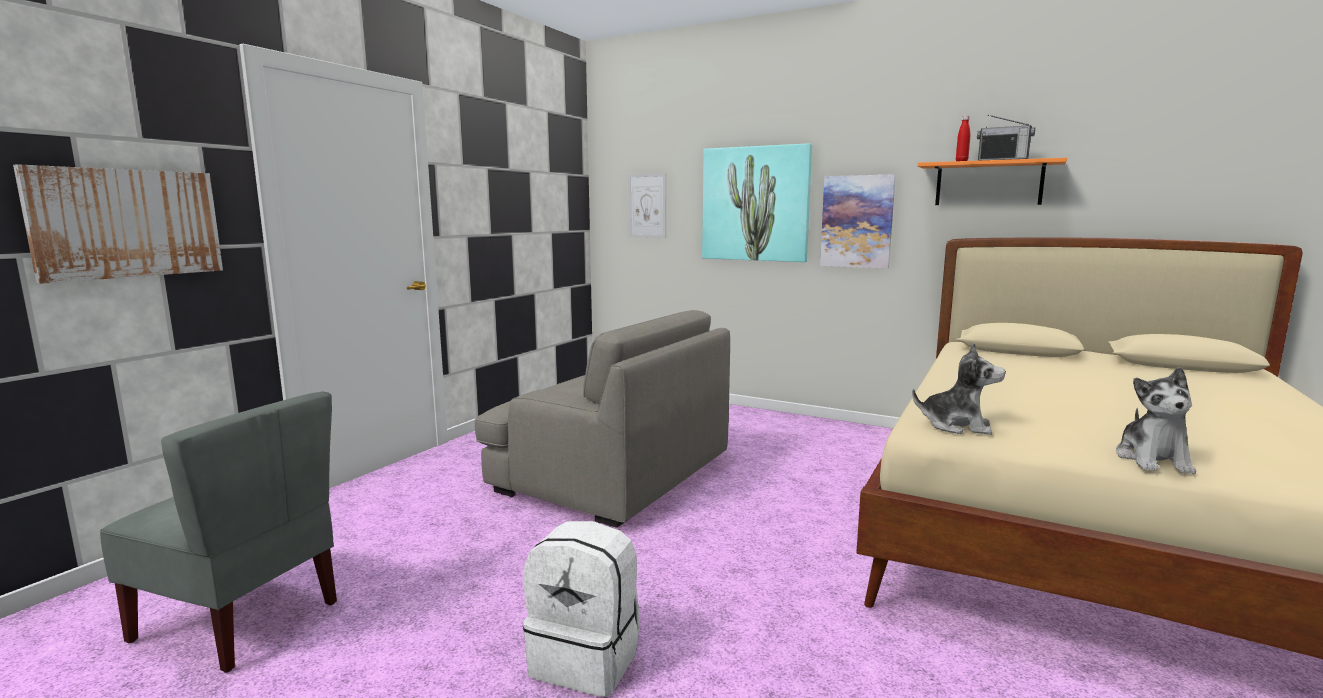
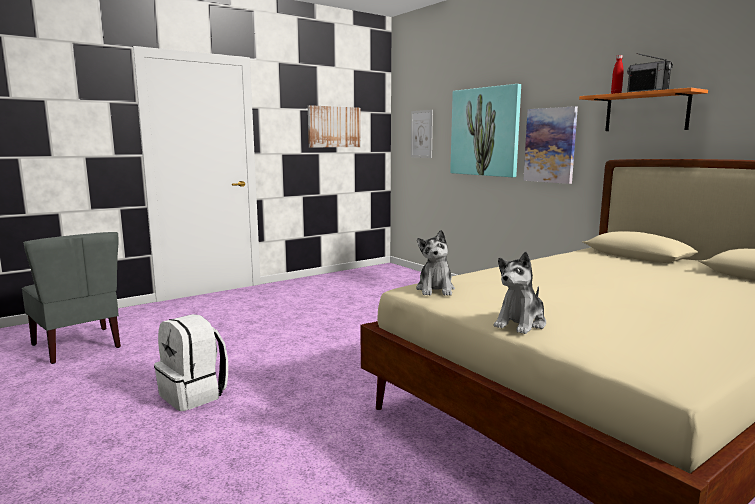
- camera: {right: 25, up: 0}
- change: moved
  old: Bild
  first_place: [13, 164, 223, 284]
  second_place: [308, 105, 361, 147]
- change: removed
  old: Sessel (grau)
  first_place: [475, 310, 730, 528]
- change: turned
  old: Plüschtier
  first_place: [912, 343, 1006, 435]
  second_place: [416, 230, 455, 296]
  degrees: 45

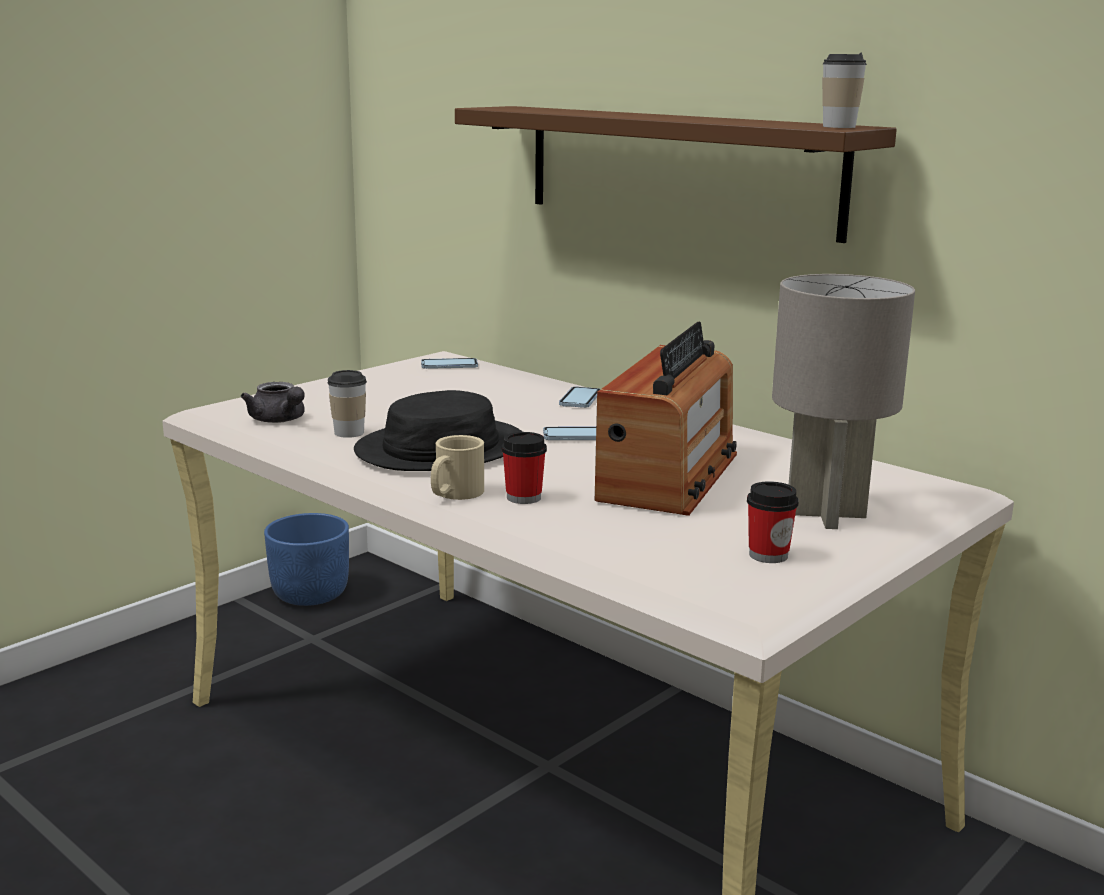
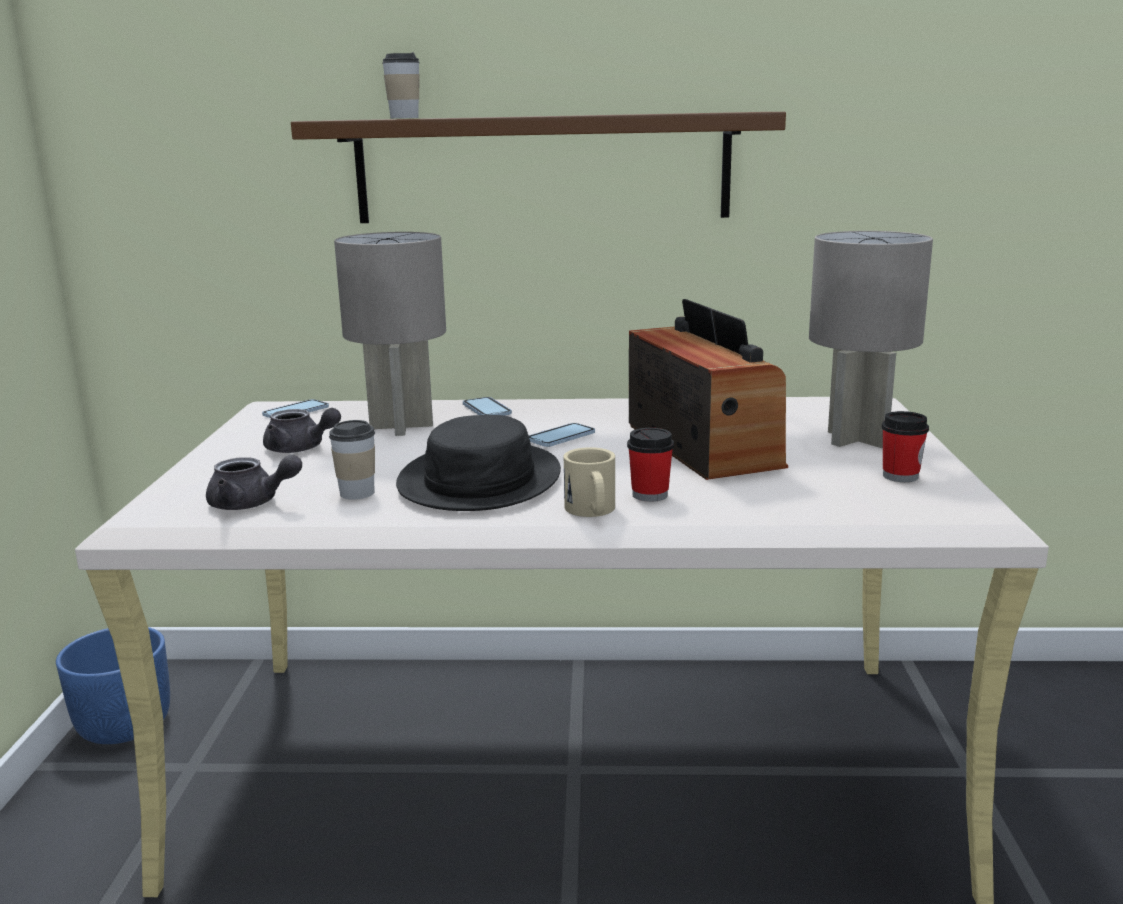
- camera: {right: -40, up: 0}
- change: moved
  old: Tasse
  first_place: [822, 52, 867, 128]
  second_place: [382, 52, 420, 118]
- change: added
  new: Teekanne (grau)
  second_place: [263, 408, 341, 453]
- change: added
  new: Tischlampe (grau)
  second_place: [334, 232, 446, 436]

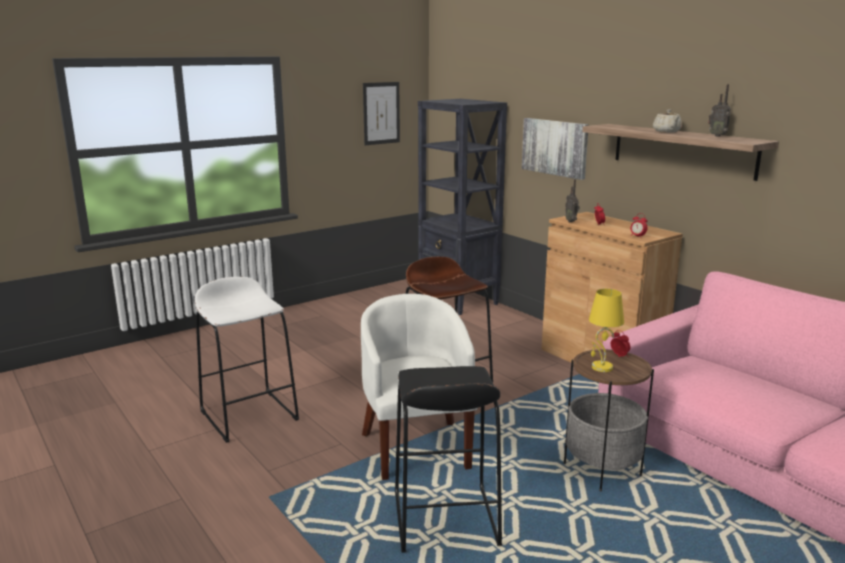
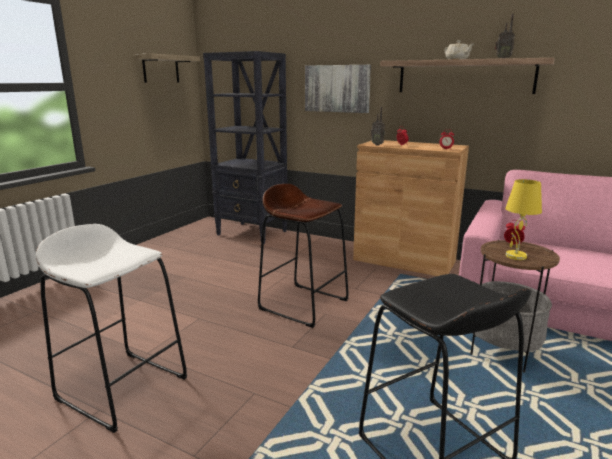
- camera: {right: -25, up: 0}
- change: removed
  old: Sessel (weiß)
  first_place: [361, 294, 478, 480]
- change: replaced
  old: Bild
  new: Wandregal
  first_place: [363, 82, 400, 145]
  second_place: [134, 54, 200, 83]

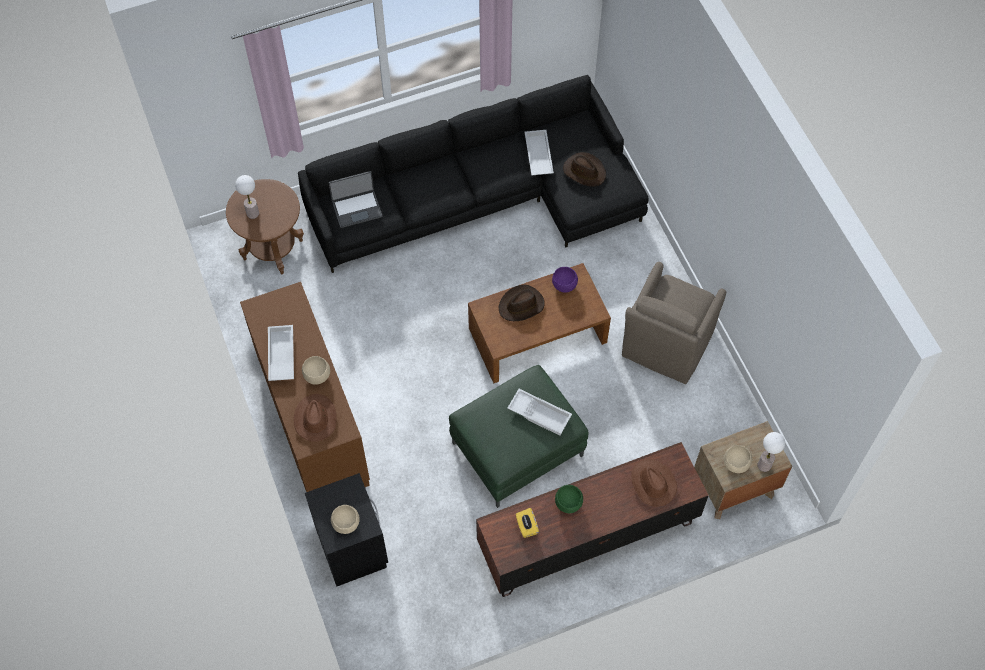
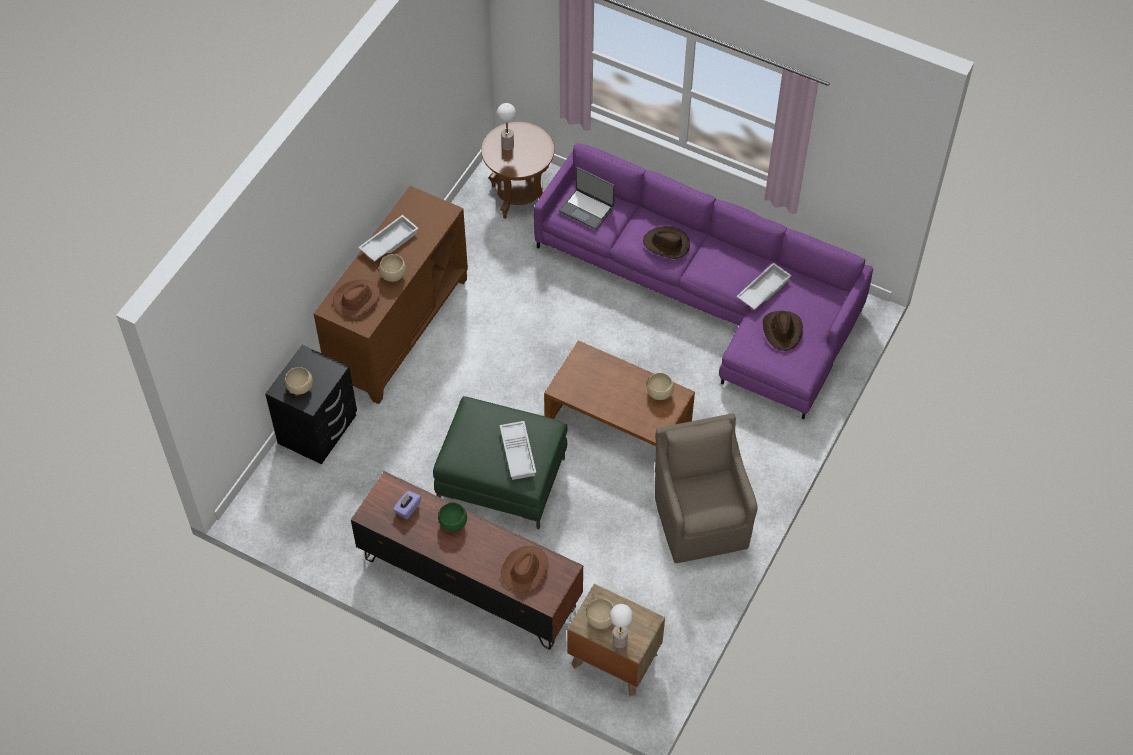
- camera: {right: 50, up: -5}
- change: recoloured
  old: Sofa (schwarz)
  new: Sofa (lila)
  first_place: [298, 75, 649, 273]
  second_place: [534, 143, 873, 420]
- change: moved
  old: Hut (braun)
  first_place: [499, 285, 545, 321]
  second_place: [643, 226, 690, 259]
- change: recoloured
  old: Taschentuchbox (gelb)
  new: Taschentuchbox (lila)
  first_place: [516, 508, 539, 538]
  second_place: [393, 491, 421, 519]
- change: recoloured
  old: Schüssel (lila)
  new: Schüssel (beige)
  first_place: [552, 267, 578, 293]
  second_place: [647, 373, 674, 400]
- change: turned
  old: Sessel (braun)
  first_place: [622, 262, 726, 384]
  second_place: [655, 413, 758, 563]
  degrees: 90

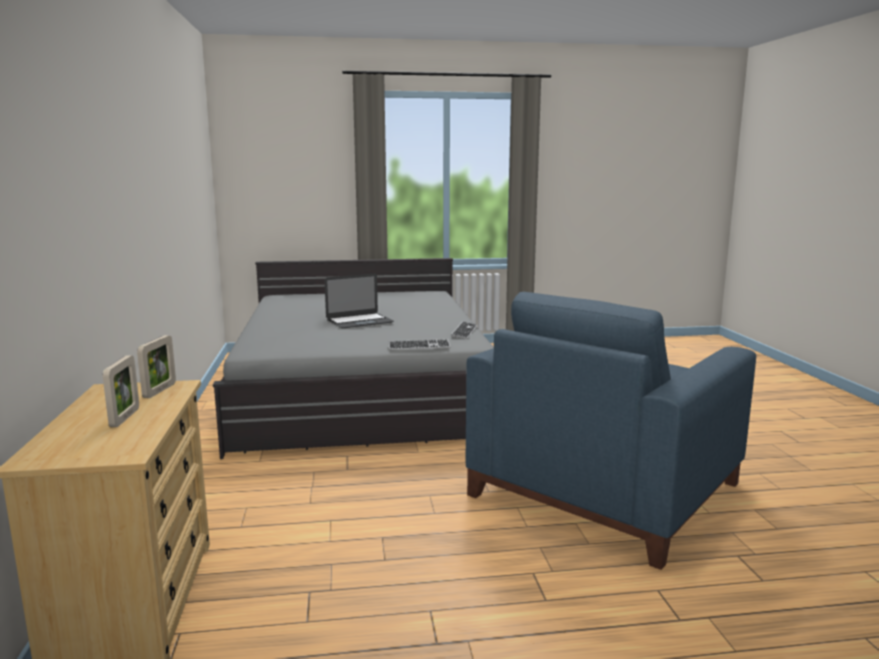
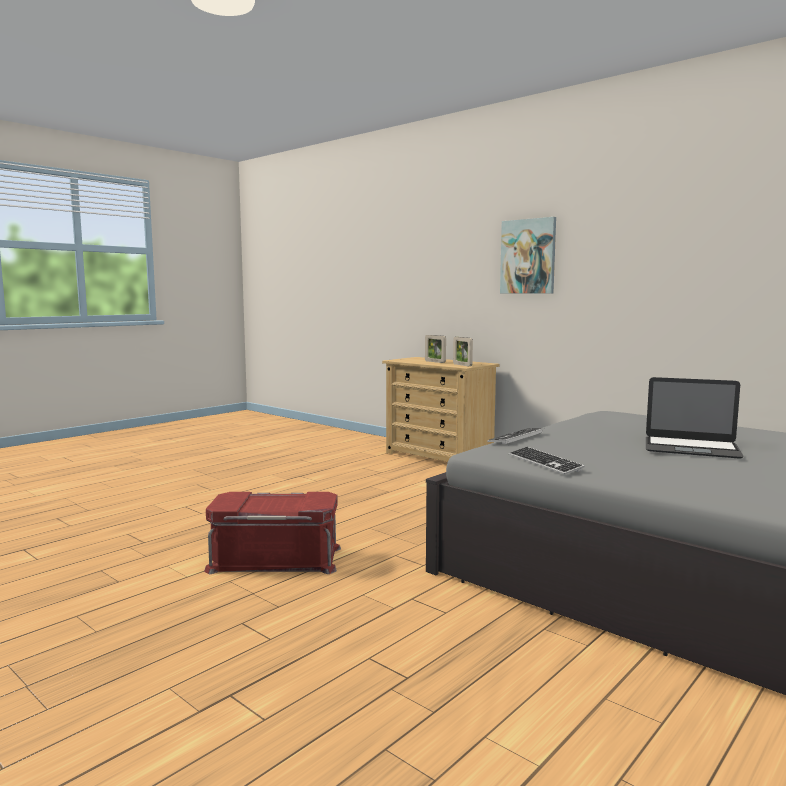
- camera: {right: 140, up: -5}
- change: turned
  old: Laptop
  first_place: [325, 274, 394, 328]
  second_place: [646, 377, 744, 458]
  degrees: -90
- change: replaced
  old: Sessel (blau)
  new: Aufbewahrungsbox (rot)
  first_place: [466, 292, 756, 570]
  second_place: [204, 492, 341, 574]
- change: added
  new: Bild
  second_place: [500, 217, 556, 293]

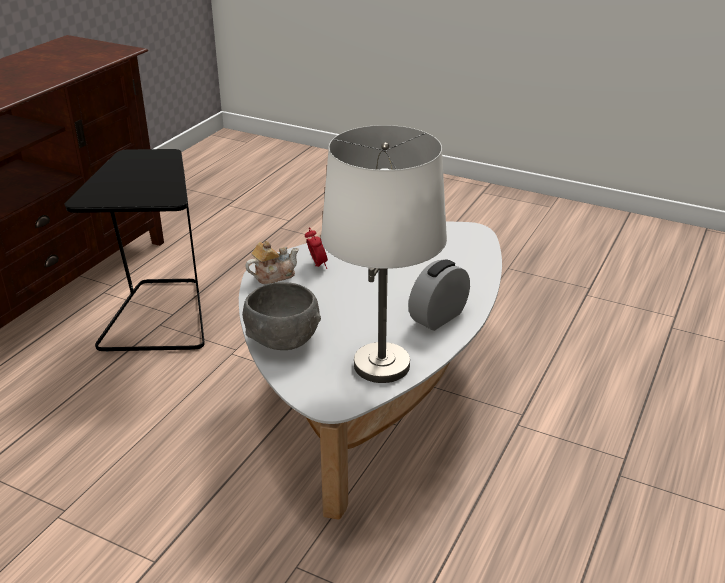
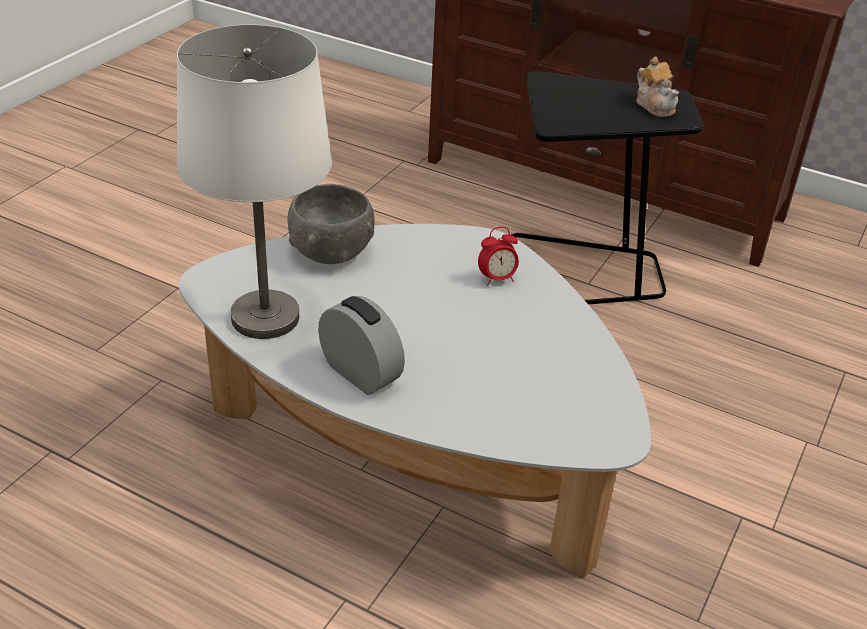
- camera: {right: 90, up: 5}
- change: moved
  old: Teekanne
  first_place: [245, 241, 299, 284]
  second_place: [636, 56, 679, 117]

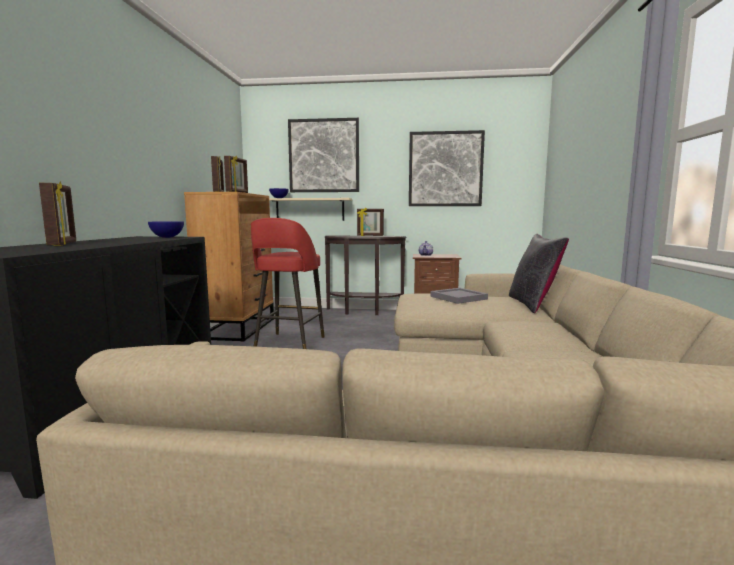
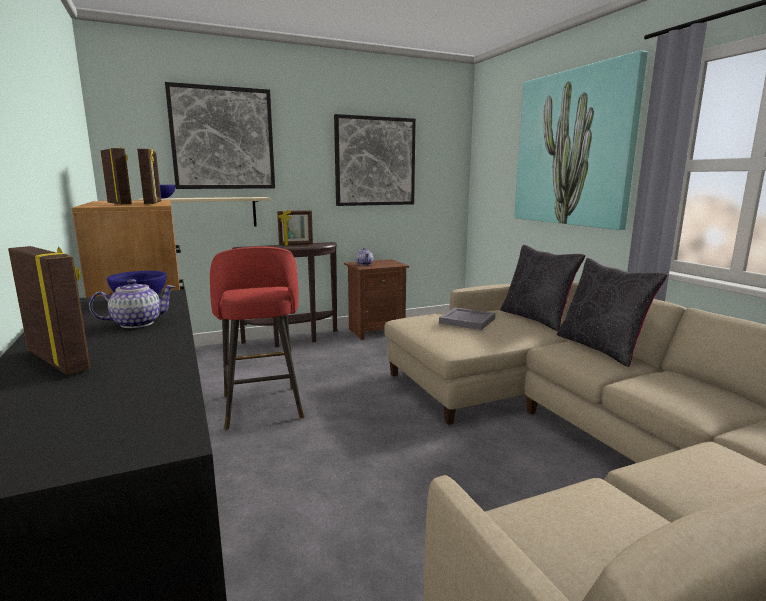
- camera: {right: -30, up: 5}
- change: added
  new: Teekanne
  second_place: [89, 279, 175, 328]
- change: added
  new: Bild
  second_place: [514, 50, 648, 230]
- change: added
  new: Kissen (schwarz)
  second_place: [557, 258, 668, 367]

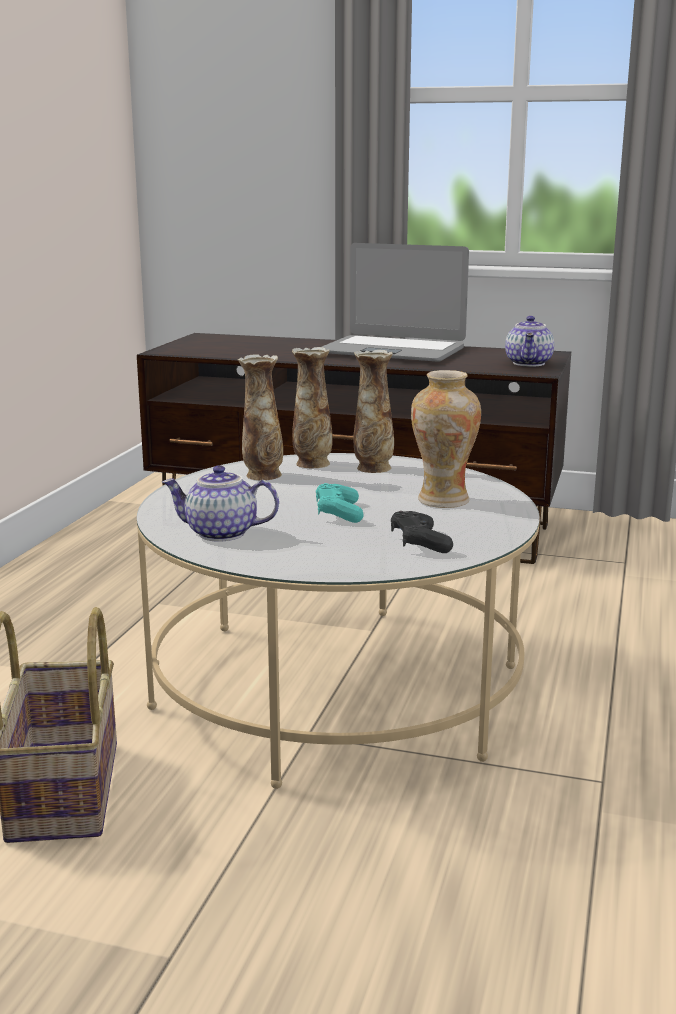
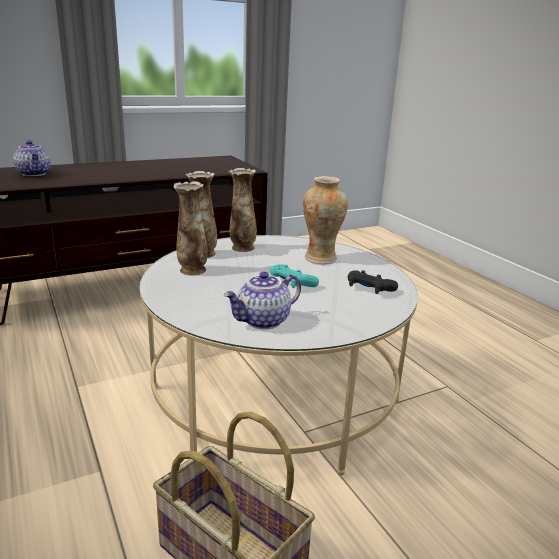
- camera: {right: -45, up: 5}
- change: removed
  old: Laptop
  first_place: [322, 243, 469, 362]
- change: moved
  old: Teekanne
  first_place: [505, 316, 554, 367]
  second_place: [13, 140, 51, 176]

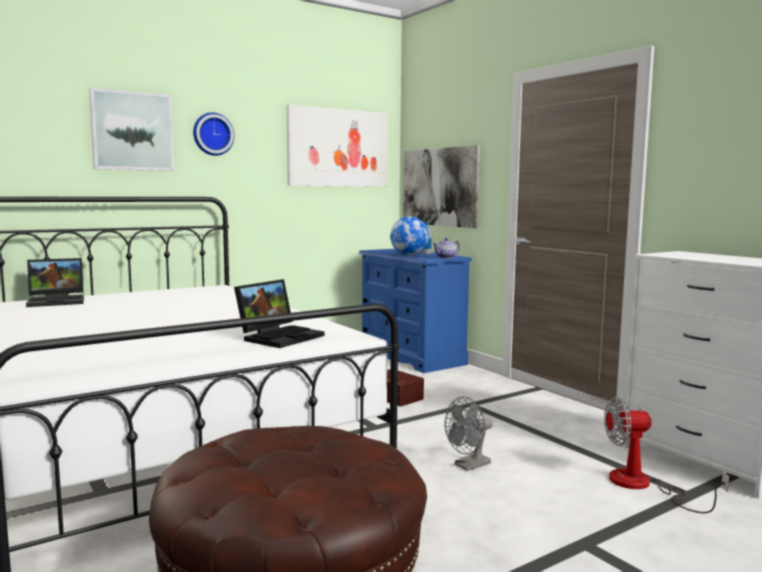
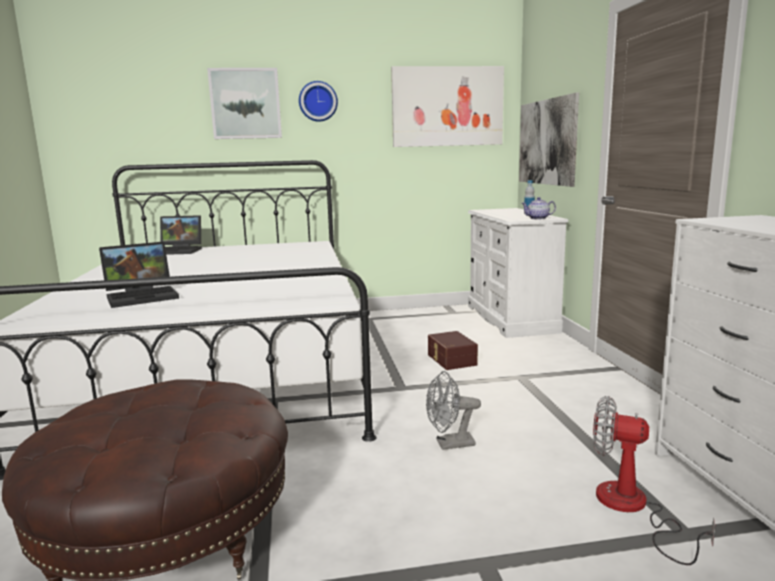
- camera: {right: 25, up: 5}
- change: moved
  old: Laptop
  first_place: [234, 279, 324, 348]
  second_place: [99, 242, 179, 308]
- change: recoloured
  old: Kommode (blau)
  new: Kommode (weiß)
  first_place: [358, 249, 472, 373]
  second_place: [468, 208, 568, 338]
- change: removed
  old: Globus
  first_place: [390, 216, 429, 256]

